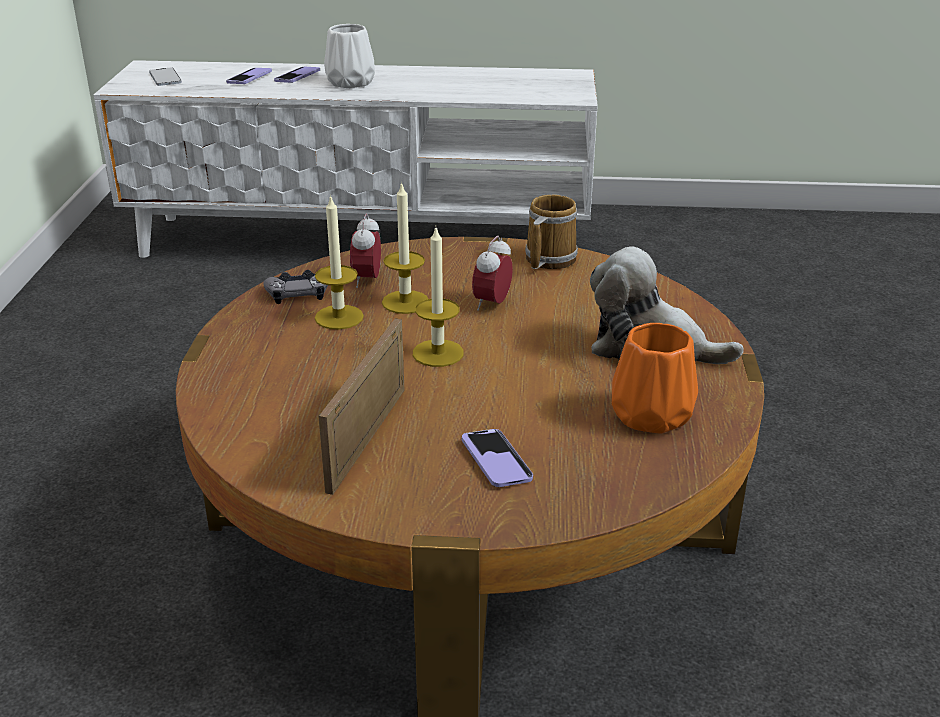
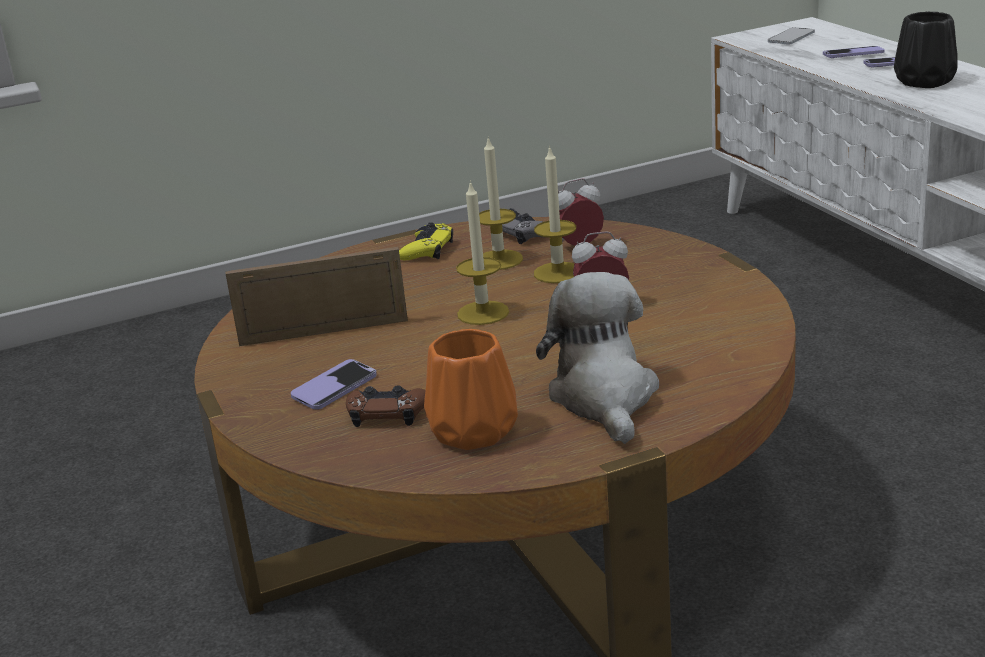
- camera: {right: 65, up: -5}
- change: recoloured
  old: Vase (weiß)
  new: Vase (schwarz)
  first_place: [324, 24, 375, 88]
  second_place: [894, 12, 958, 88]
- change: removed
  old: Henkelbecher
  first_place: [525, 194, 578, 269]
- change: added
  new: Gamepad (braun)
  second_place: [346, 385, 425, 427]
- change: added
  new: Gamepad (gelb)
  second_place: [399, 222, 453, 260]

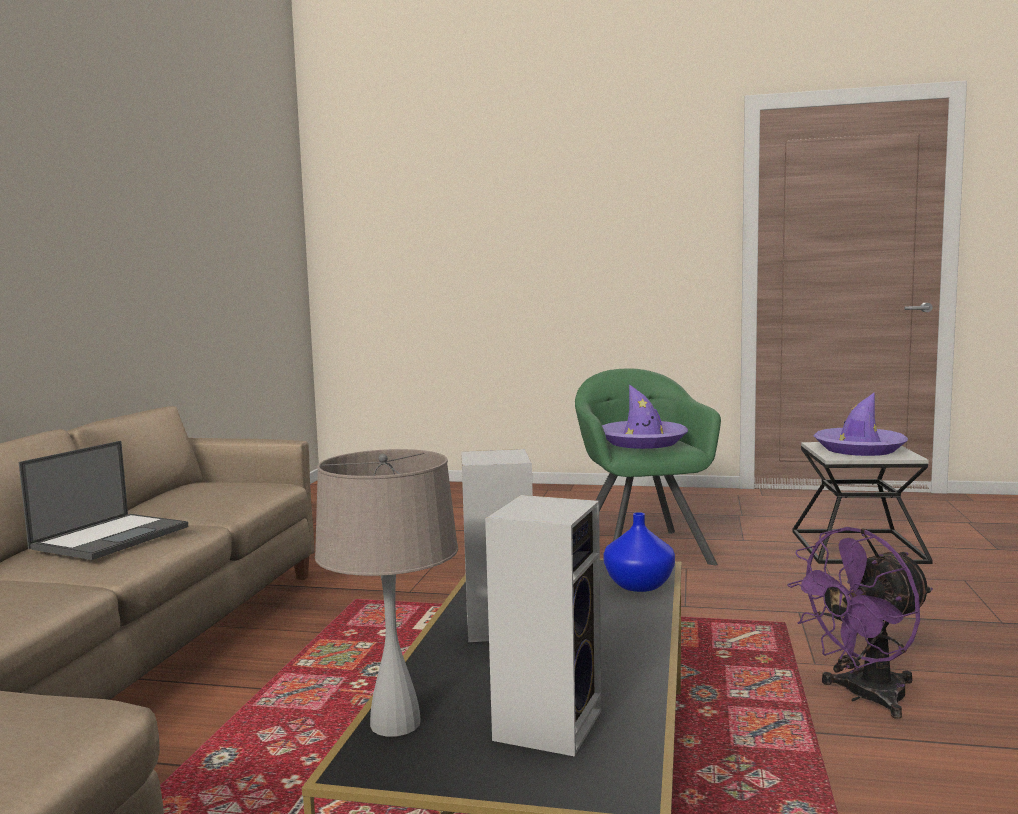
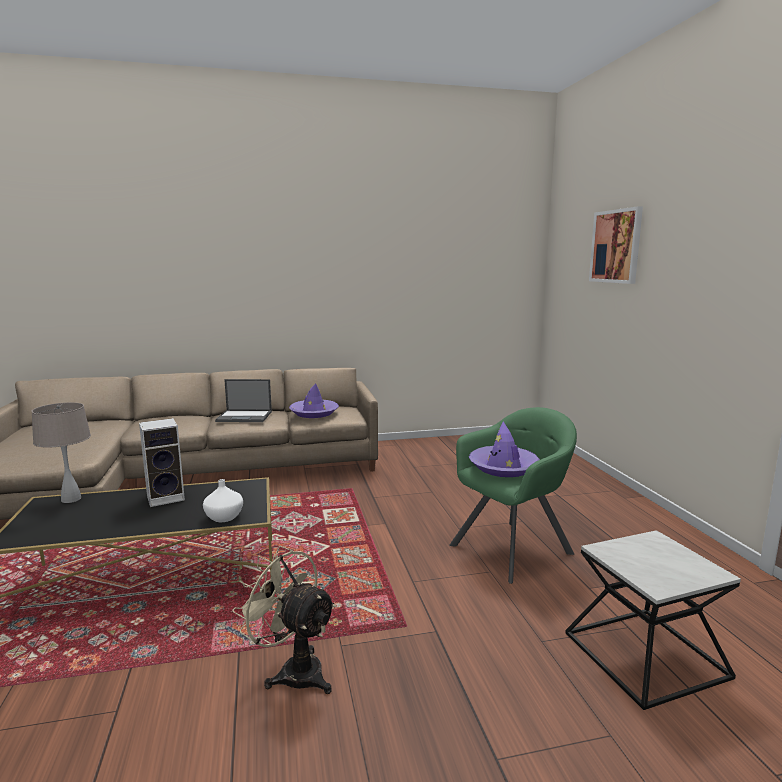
- camera: {right: 65, up: 5}
- change: removed
  old: Lautsprecher
  first_place: [485, 495, 601, 757]
- change: recoloured
  old: Vase (blau)
  new: Vase (weiß)
  first_place: [603, 512, 675, 592]
  second_place: [203, 479, 243, 522]
- change: recoloured
  old: Ventilator (lila)
  new: Ventilator (beige)
  first_place: [788, 527, 933, 719]
  second_place: [232, 546, 336, 694]
- change: moved
  old: Hut (lila)
  first_place: [813, 392, 908, 456]
  second_place: [289, 384, 339, 418]
- change: added
  new: Bild
  second_place: [589, 206, 643, 284]

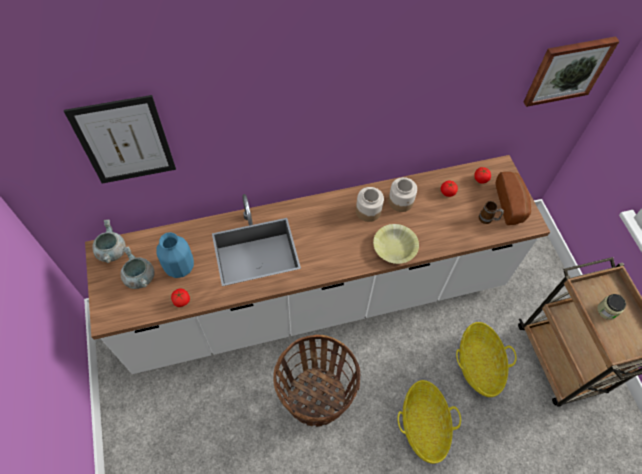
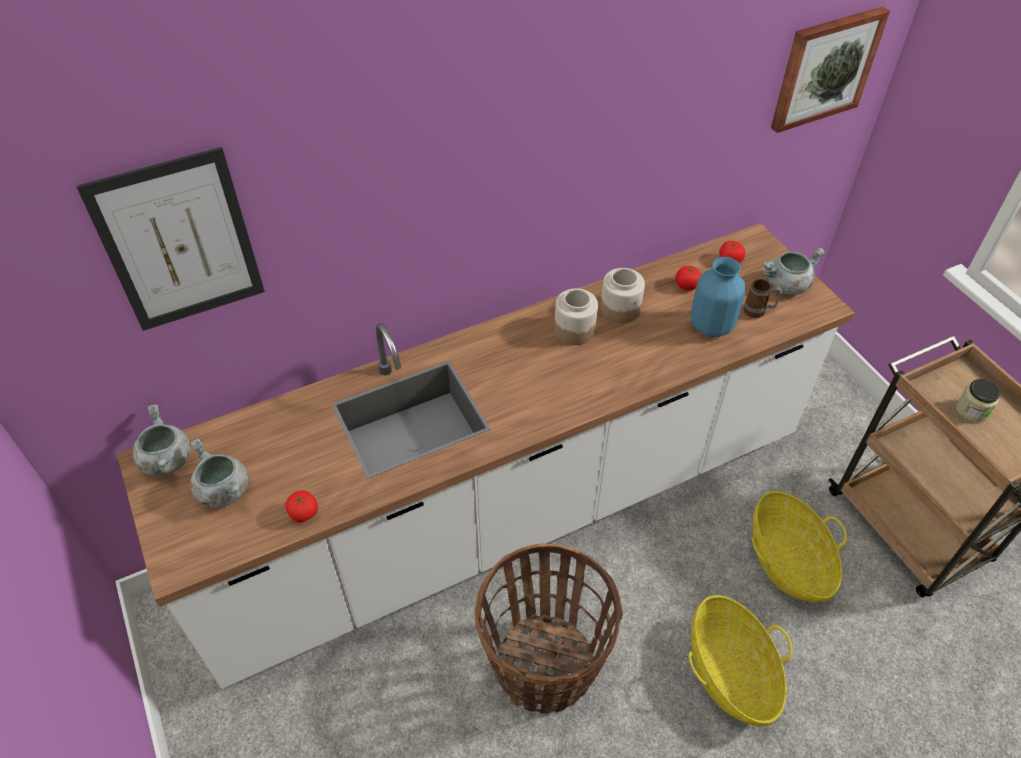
- camera: {right: -10, up: -10}
- change: moved
  old: Vase (blau)
  first_place: [157, 232, 194, 278]
  second_place: [691, 257, 745, 337]
- change: removed
  old: Schüssel (gelb)
  first_place: [373, 224, 419, 264]
- change: replaced
  old: Brot
  new: Kochtopf (grau)
  first_place: [496, 172, 531, 225]
  second_place: [762, 247, 825, 295]

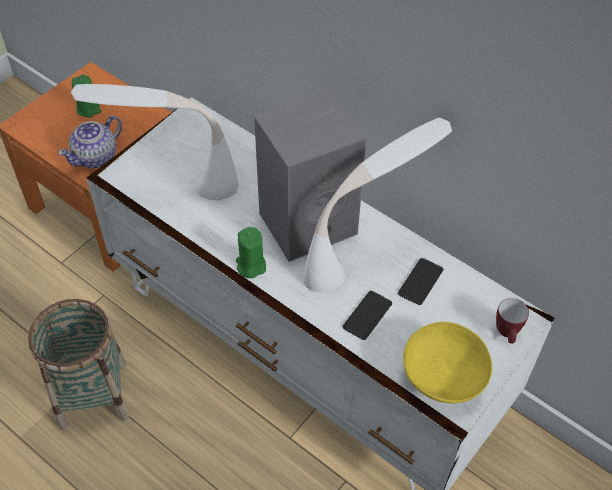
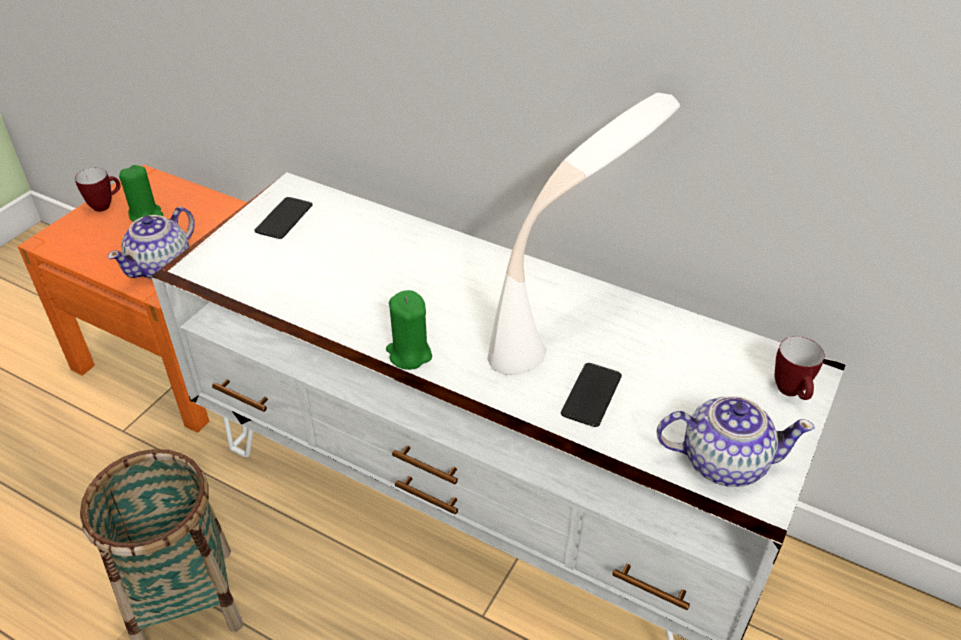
- camera: {right: -10, up: -10}
- change: removed
  old: Tischlampe (weiß)
  first_place: [71, 84, 239, 200]
- change: removed
  old: Lautsprecher (grau)
  first_place: [254, 91, 366, 262]
- change: moved
  old: Handy
  first_place: [398, 258, 443, 305]
  second_place: [254, 197, 312, 239]
- change: replaced
  old: Schüssel (gelb)
  new: Teekanne
  first_place: [403, 322, 493, 404]
  second_place: [656, 396, 815, 487]
- change: added
  new: Henkelbecher
  second_place: [75, 168, 120, 212]

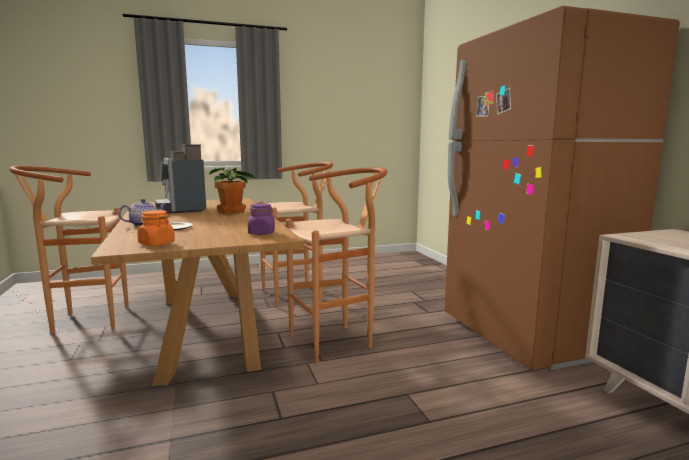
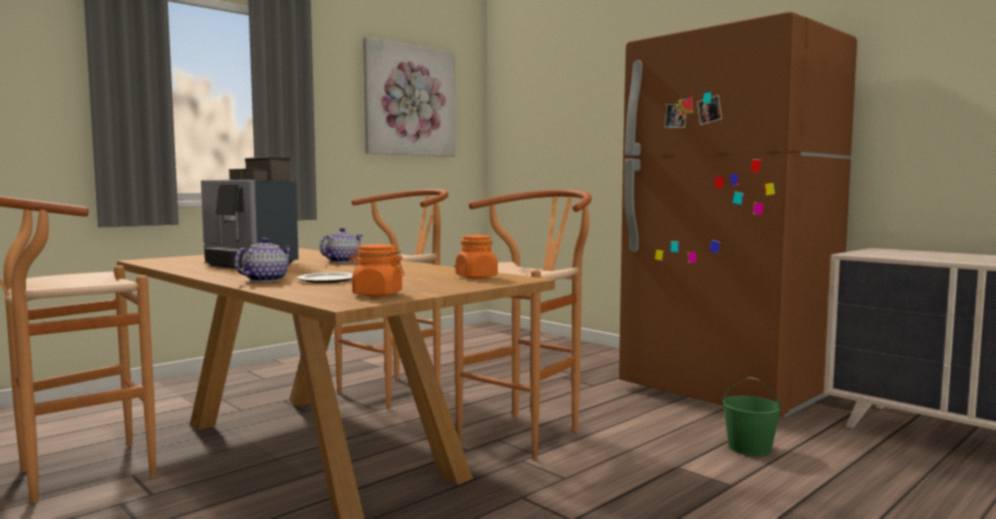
- camera: {right: -25, up: -5}
- change: replaced
  old: Topfpflanze
  new: Teekanne
  first_place: [210, 168, 256, 214]
  second_place: [320, 228, 363, 263]
- change: recoloured
  old: Vorratsglas (lila)
  new: Vorratsglas (orange)
  first_place: [248, 203, 275, 235]
  second_place: [456, 235, 498, 278]
- change: added
  new: Bild
  second_place: [363, 37, 455, 157]
- change: added
  new: Eimer (grün)
  second_place: [723, 377, 781, 456]

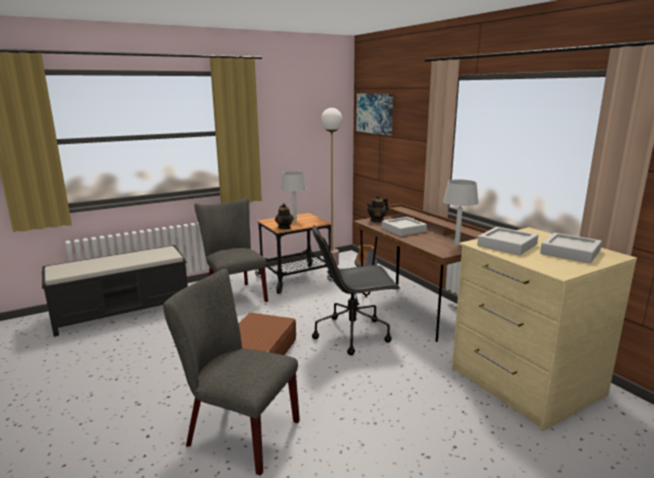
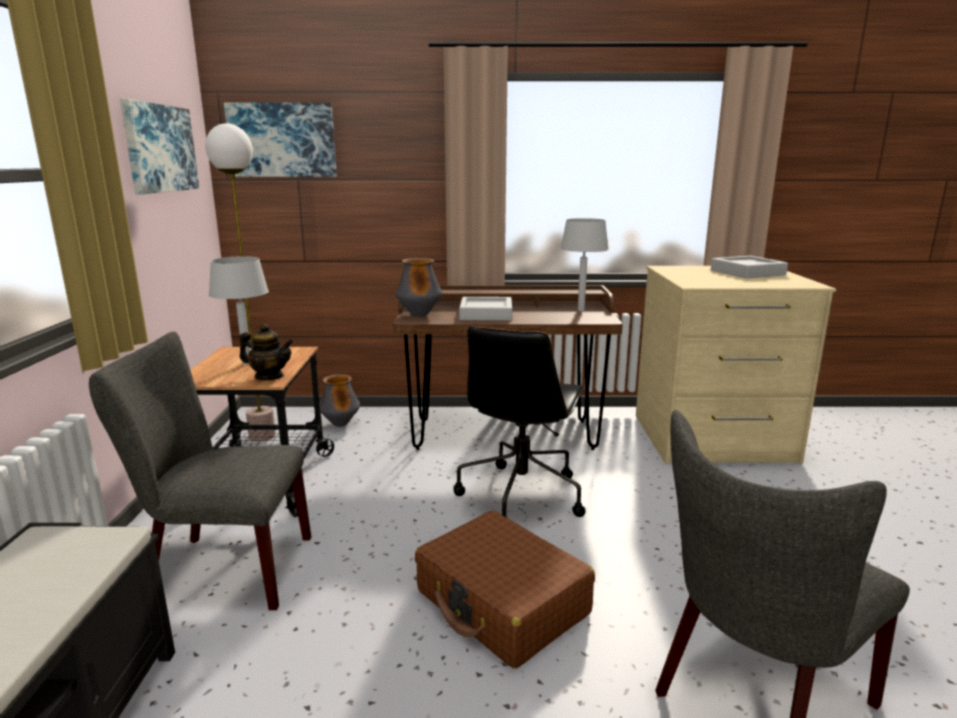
- camera: {right: -60, up: 0}
- change: replaced
  old: Teekanne
  new: Vase
  first_place: [367, 195, 388, 223]
  second_place: [395, 258, 442, 317]
- change: removed
  old: Tablett (grau)
  first_place: [477, 227, 538, 255]
- change: added
  new: Bild
  second_place: [120, 99, 199, 194]

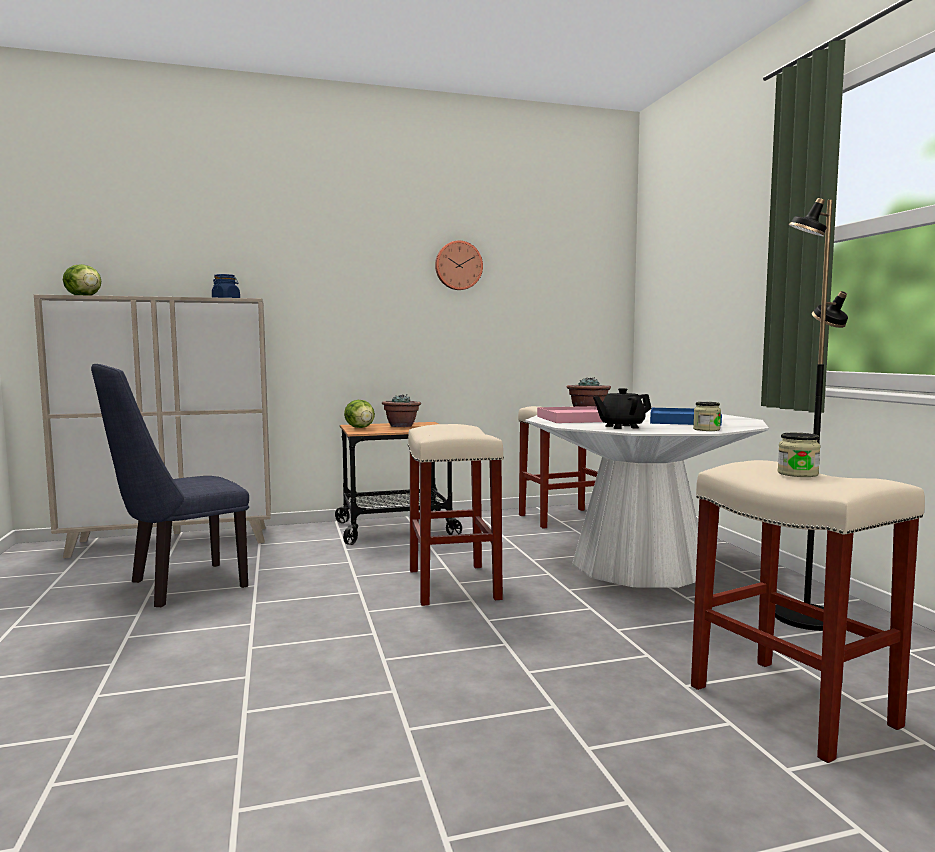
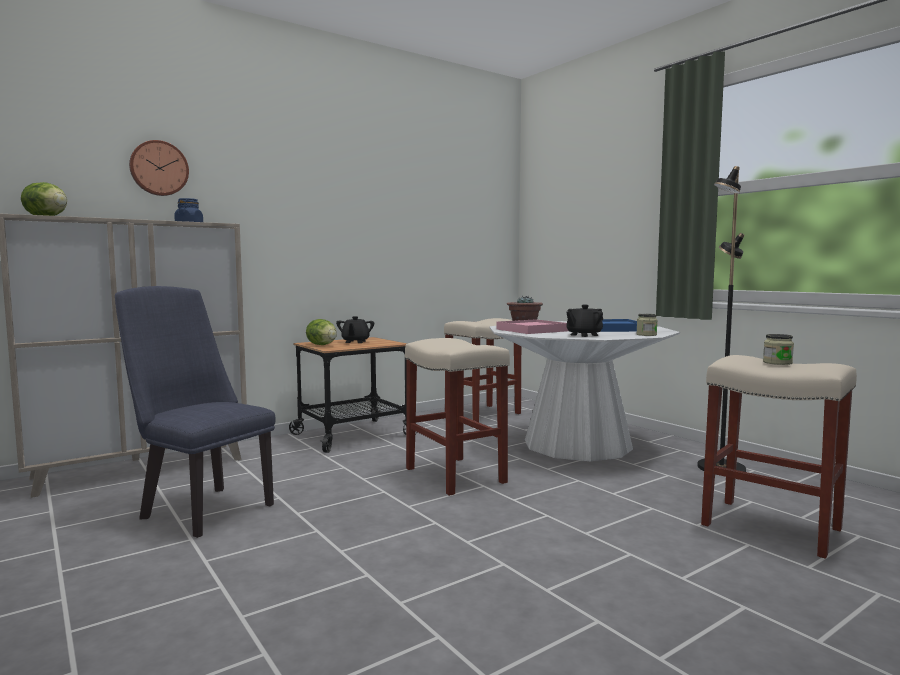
- camera: {right: -20, up: 0}
- change: turned
  old: Stuhl (blau)
  first_place: [91, 364, 249, 607]
  second_place: [115, 286, 276, 538]
  degrees: 90
- change: replaced
  old: Topfpflanze
  new: Teekanne (schwarz)
  first_place: [382, 394, 421, 427]
  second_place: [336, 316, 374, 343]
- change: moved
  old: Wanduhr
  first_place: [435, 240, 483, 290]
  second_place: [129, 140, 189, 196]

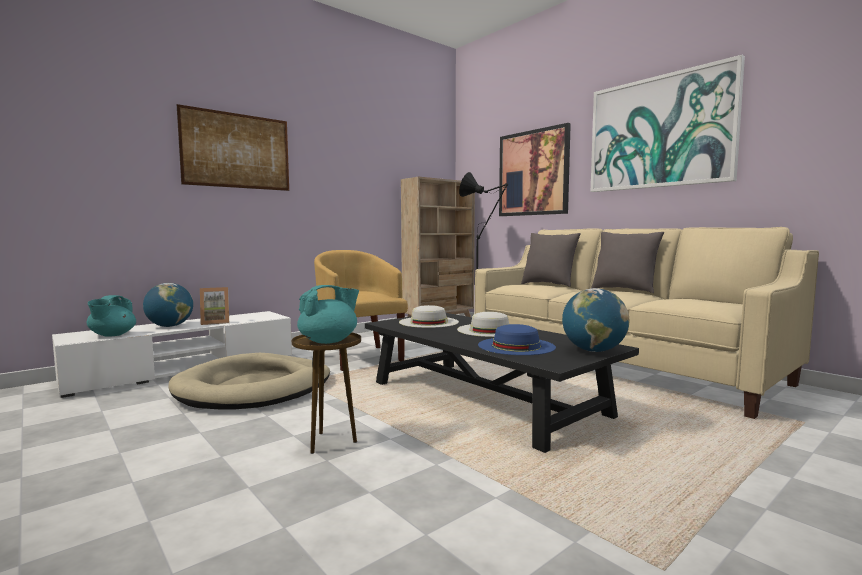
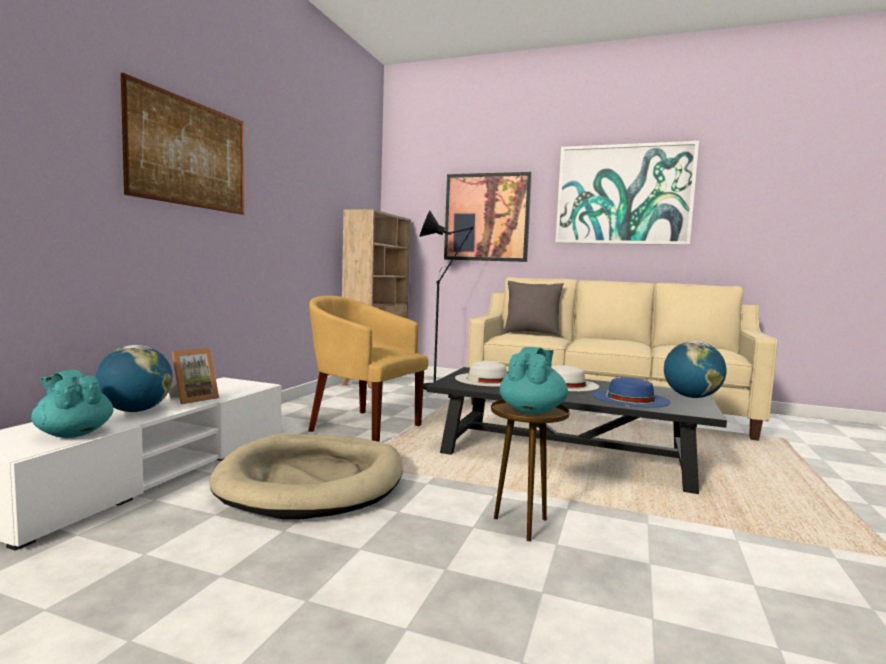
- camera: {right: -30, up: 0}
- change: turned
  old: Teekanne (türkis)
  first_place: [87, 295, 136, 337]
  second_place: [31, 370, 113, 438]
  degrees: 150
- change: removed
  old: Kissen (grau)
  first_place: [591, 232, 664, 293]

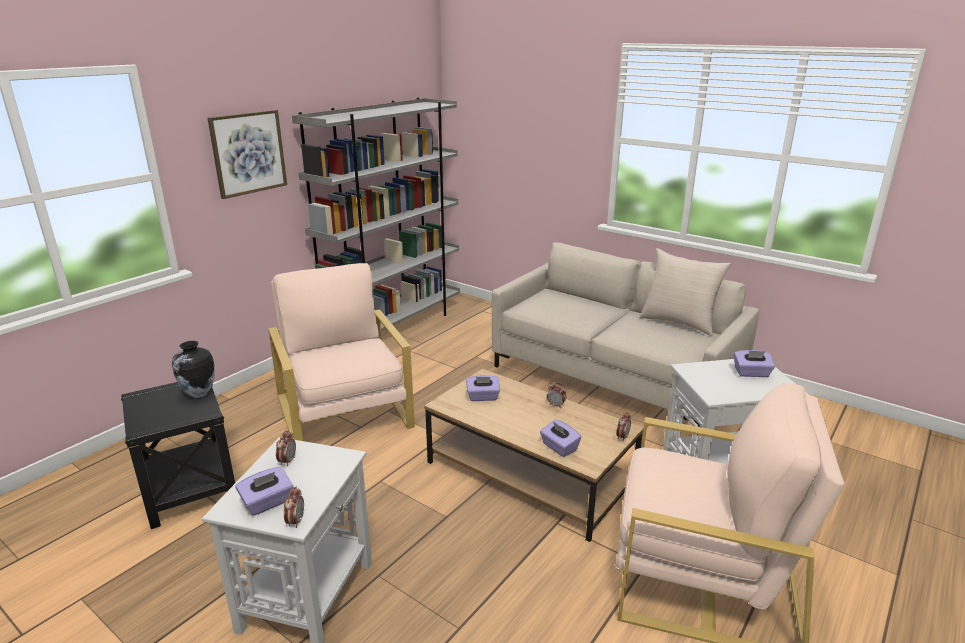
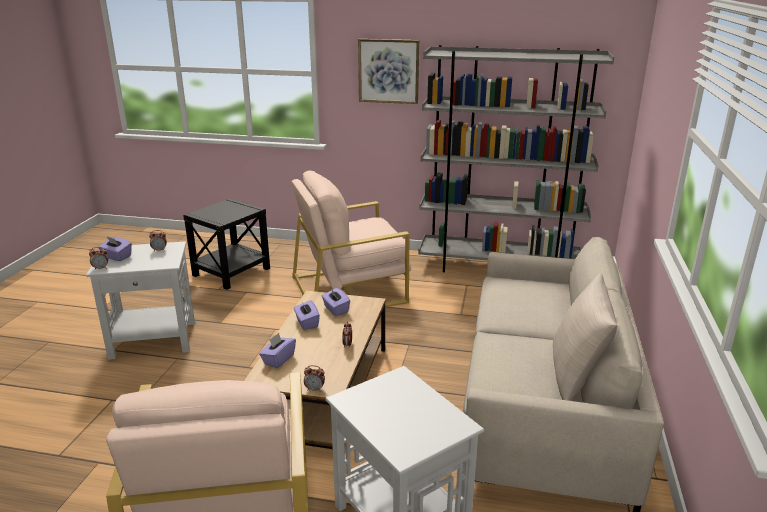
- camera: {right: 65, up: 0}
- change: removed
  old: Vase
  first_place: [172, 341, 215, 398]
- change: turned
  old: Sessel (beige)
  first_place: [268, 263, 415, 441]
  second_place: [292, 171, 411, 307]
  degrees: -150
- change: moved
  old: Taschentuchbox (lila)
  first_place: [734, 350, 775, 377]
  second_place: [294, 300, 320, 330]

